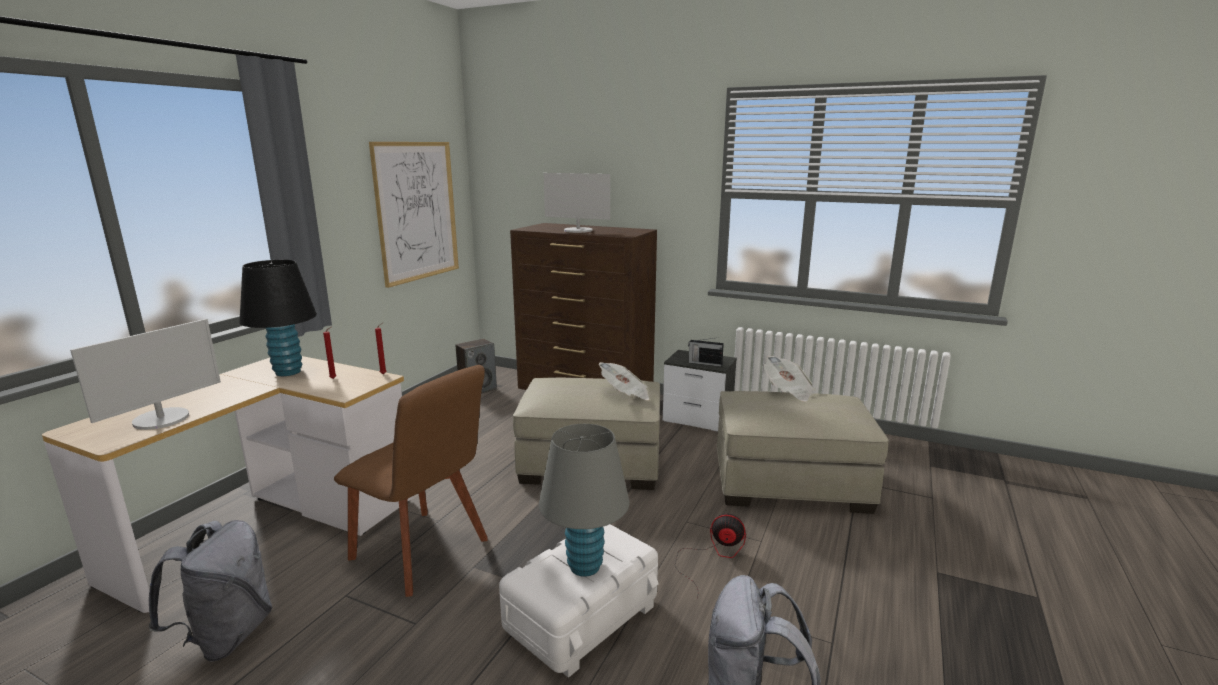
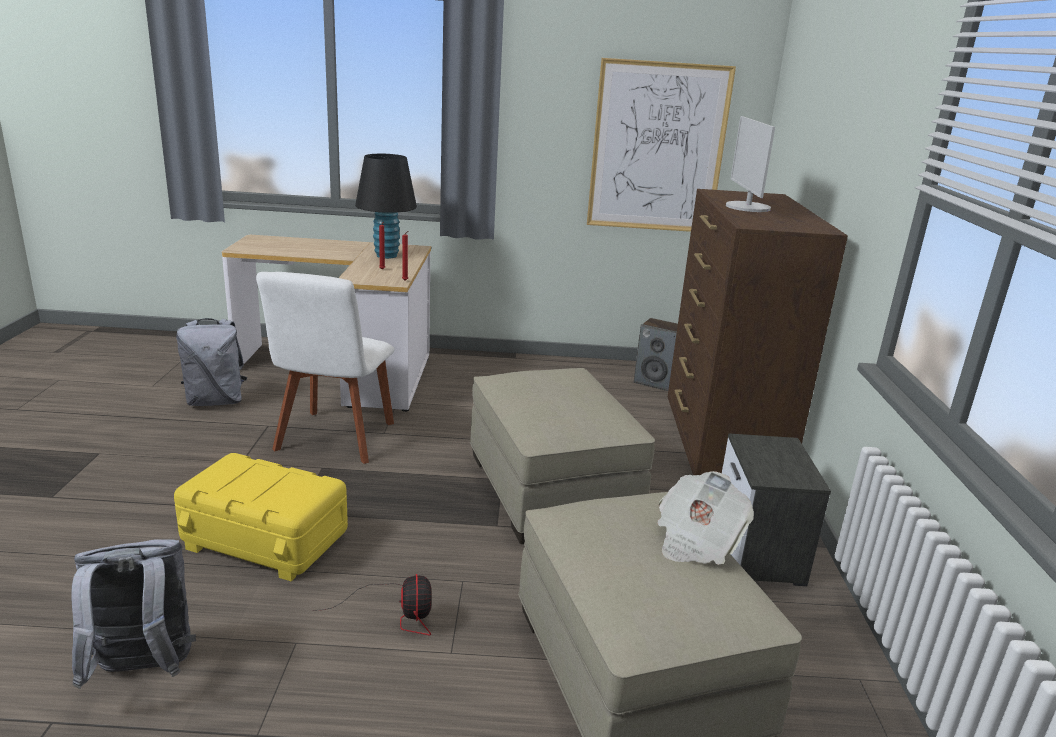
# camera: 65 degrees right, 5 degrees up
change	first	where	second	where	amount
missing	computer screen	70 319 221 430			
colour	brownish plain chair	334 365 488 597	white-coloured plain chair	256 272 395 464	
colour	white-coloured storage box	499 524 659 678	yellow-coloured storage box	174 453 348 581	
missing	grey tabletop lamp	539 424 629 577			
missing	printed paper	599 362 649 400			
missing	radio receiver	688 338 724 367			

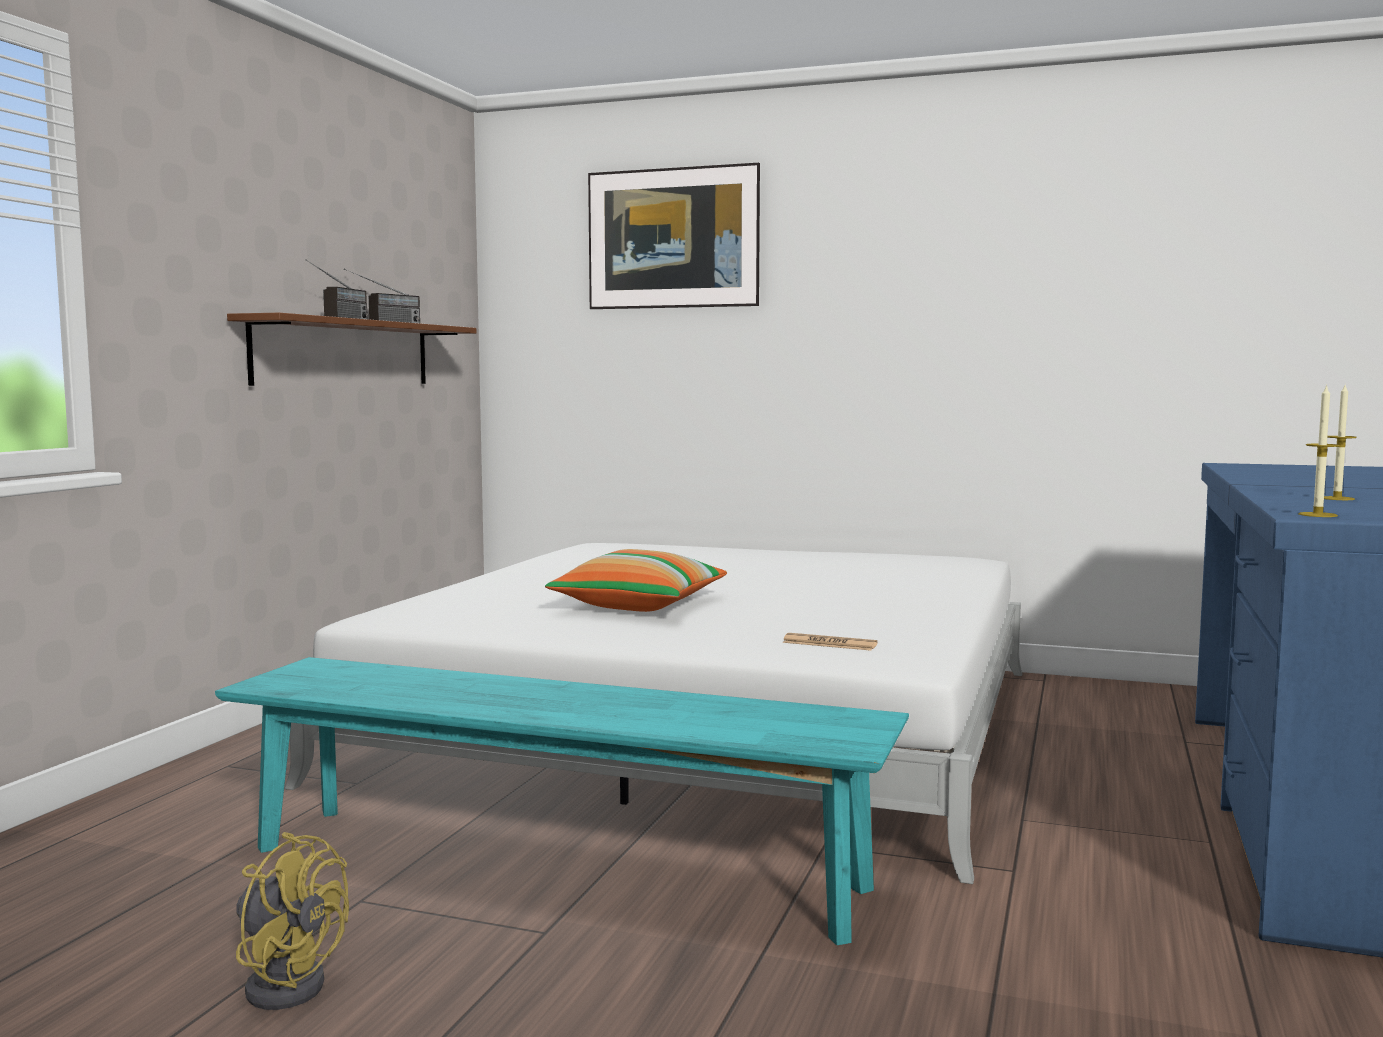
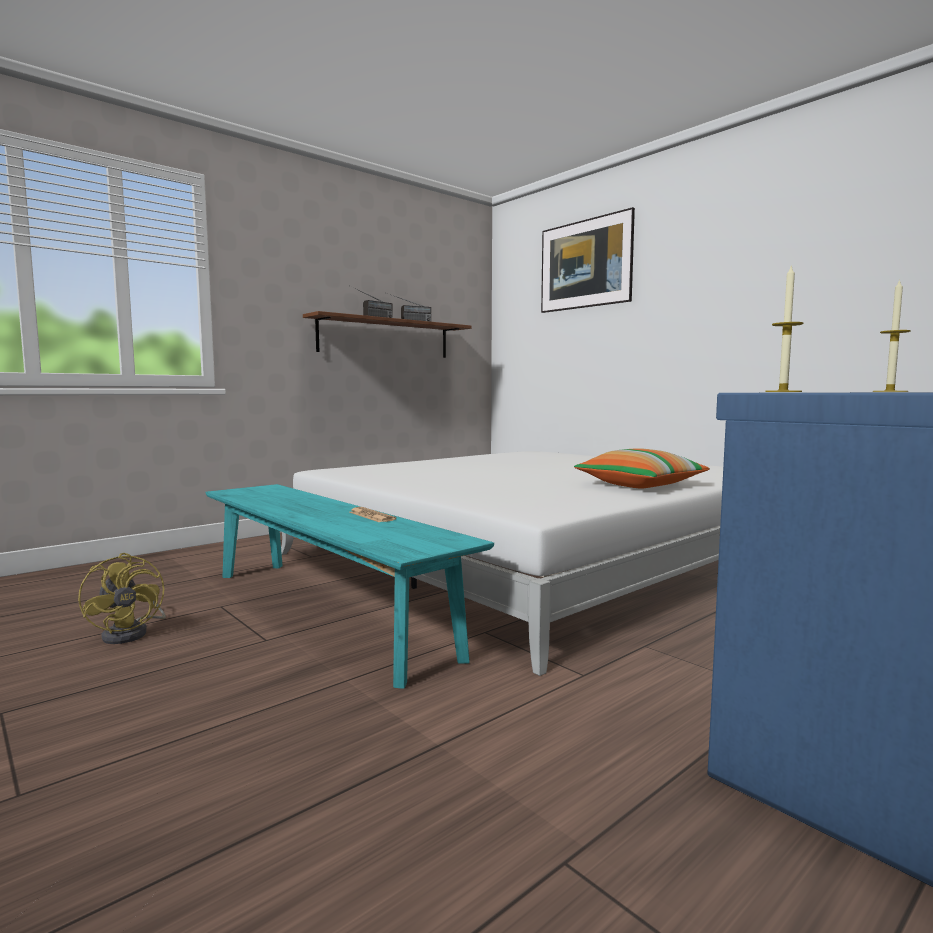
# camera: 30 degrees right, 0 degrees up
change	first	where	second	where	amount
relocated	throw pillow	545 549 727 612		574 448 710 488	
relocated	printed paper	782 633 878 651		349 507 396 522	

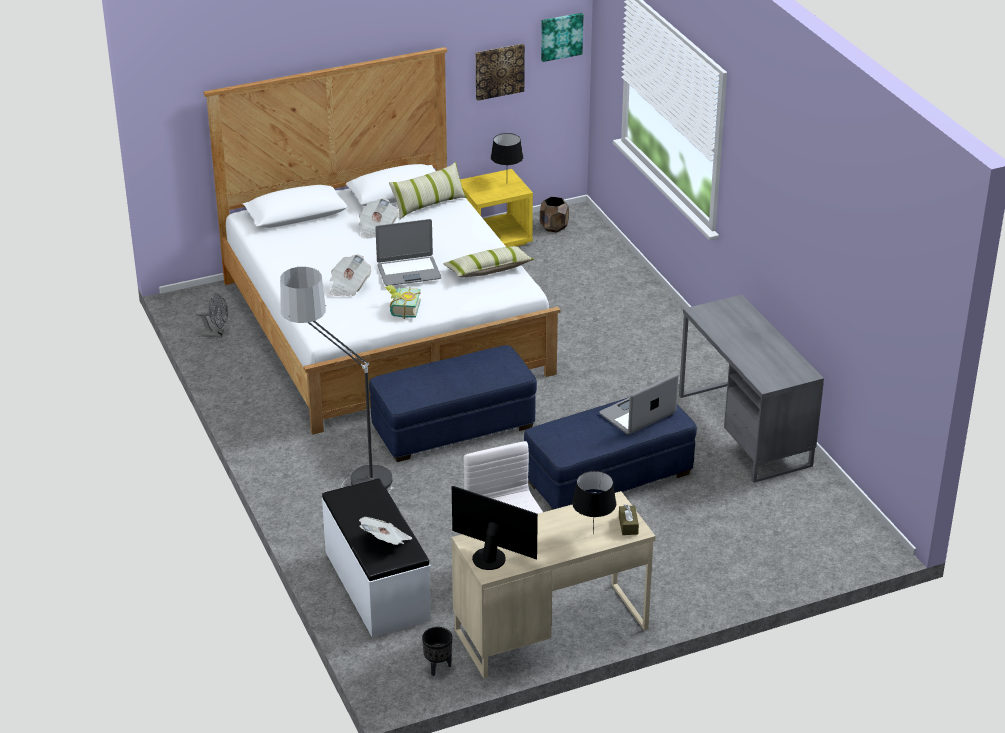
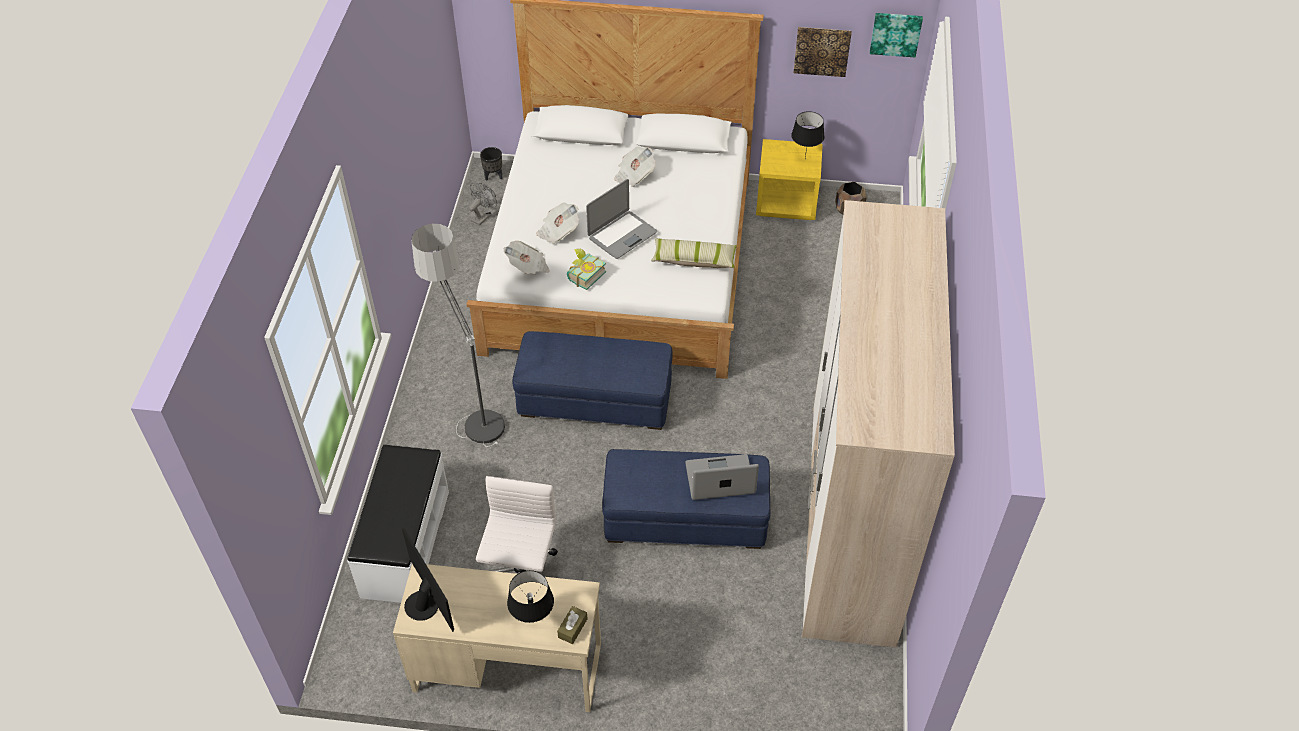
# camera: 30 degrees right, 15 degrees up
change	first	where	second	where	amount
spun	grey cooling fan	195 293 228 337		469 183 497 226	90 degrees counterclockwise
relocated	printed paper	359 517 412 545		503 241 550 275	
spun	laptop	375 219 442 286		586 179 657 259	60 degrees counterclockwise
missing	throw pillow	389 162 467 219			
relocated	black flower pot	422 627 452 676		480 147 502 181	
exchanged	grey desk table	679 295 824 483	armoire	802 200 955 648	

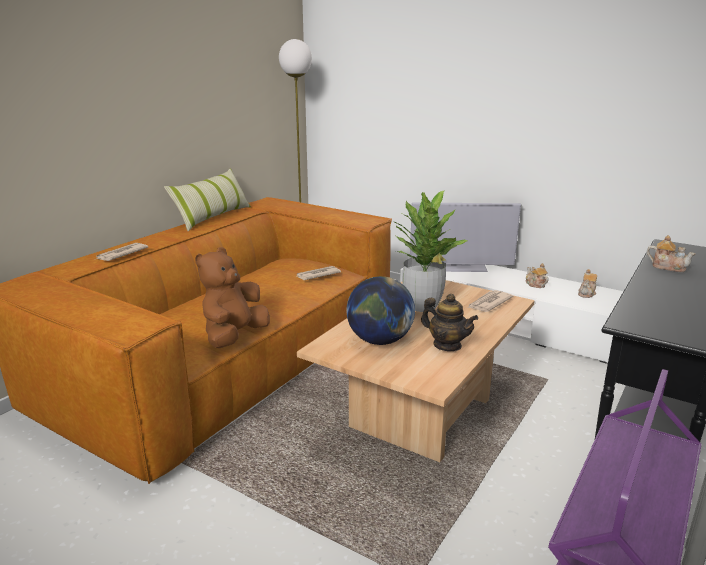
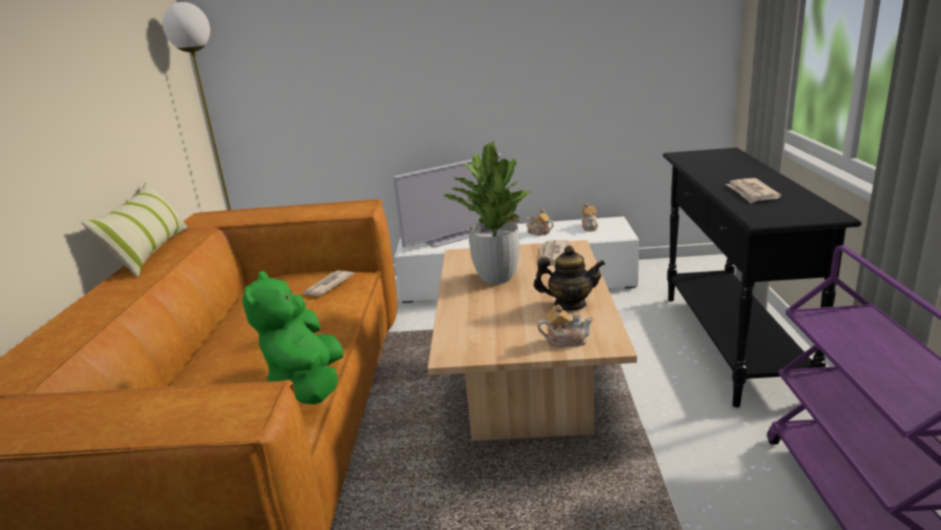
# camera: 30 degrees left, 0 degrees up
change	first	where	second	where	amount
relocated	printed paper	96 243 148 261		726 178 781 203	
colour	brownish plush toy	195 247 270 348	greenish plush toy	242 271 344 404	
missing	globe	346 276 415 345			
relocated	tea pot	647 235 695 272		537 305 593 347	

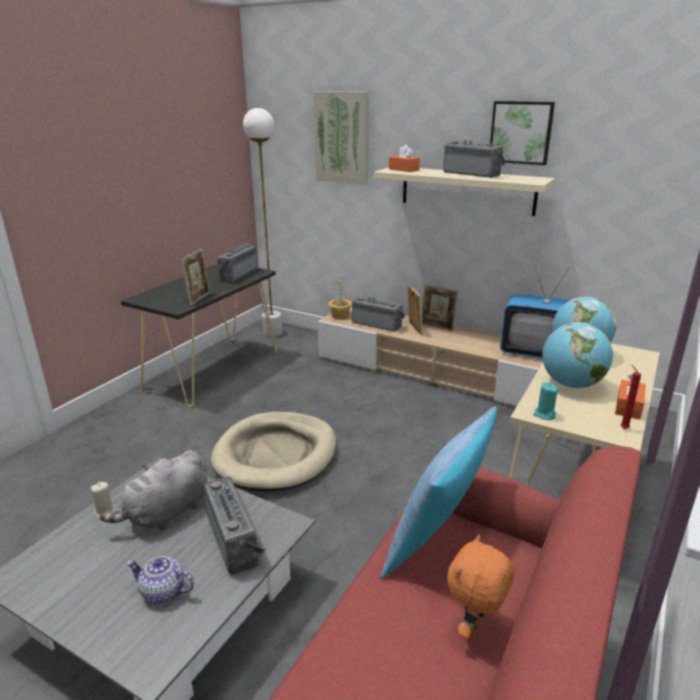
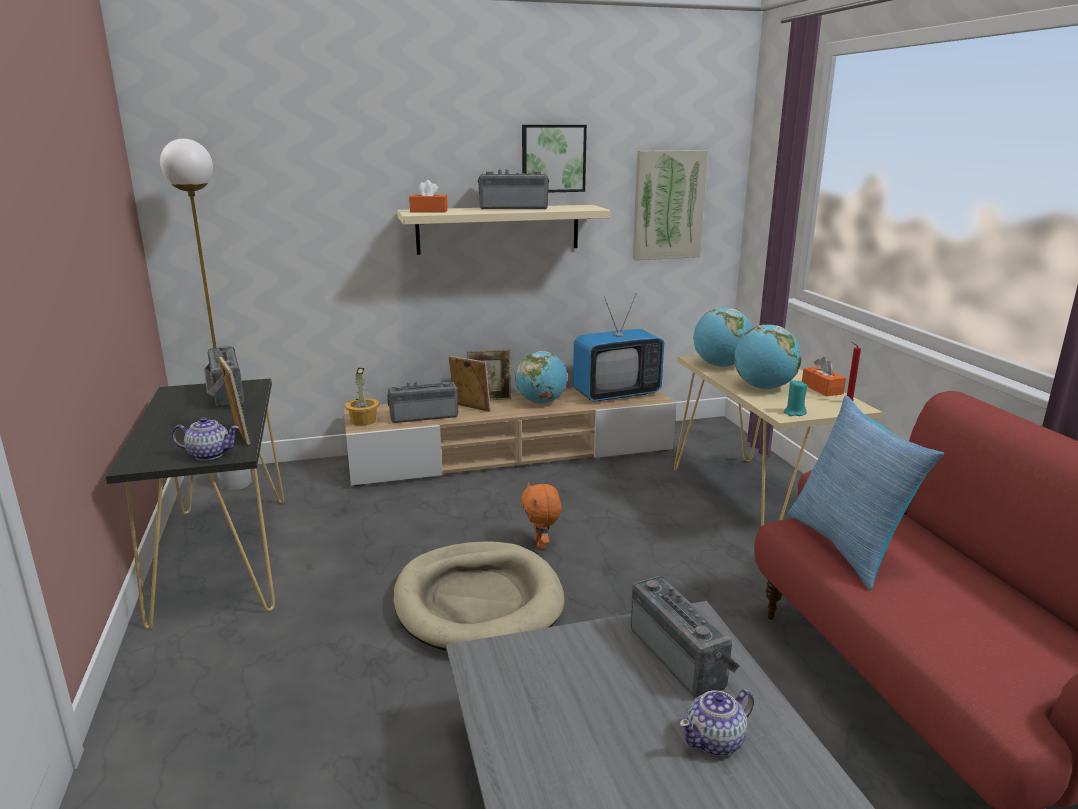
# camera: 45 degrees left, 5 degrees down
change	first	where	second	where	amount
missing	beige-coloured wax candle	91 482 118 518			
missing	grey plush toy	100 450 207 530			
spun	radio receiver	203 477 266 575		630 576 740 698	45 degrees clockwise
relocated	wall art	313 91 369 185		633 150 708 260	
relocated	orangey plush toy	447 534 515 639		521 483 562 549	
appeared			tea pot	172 417 239 461	
appeared			globe	515 351 567 404	

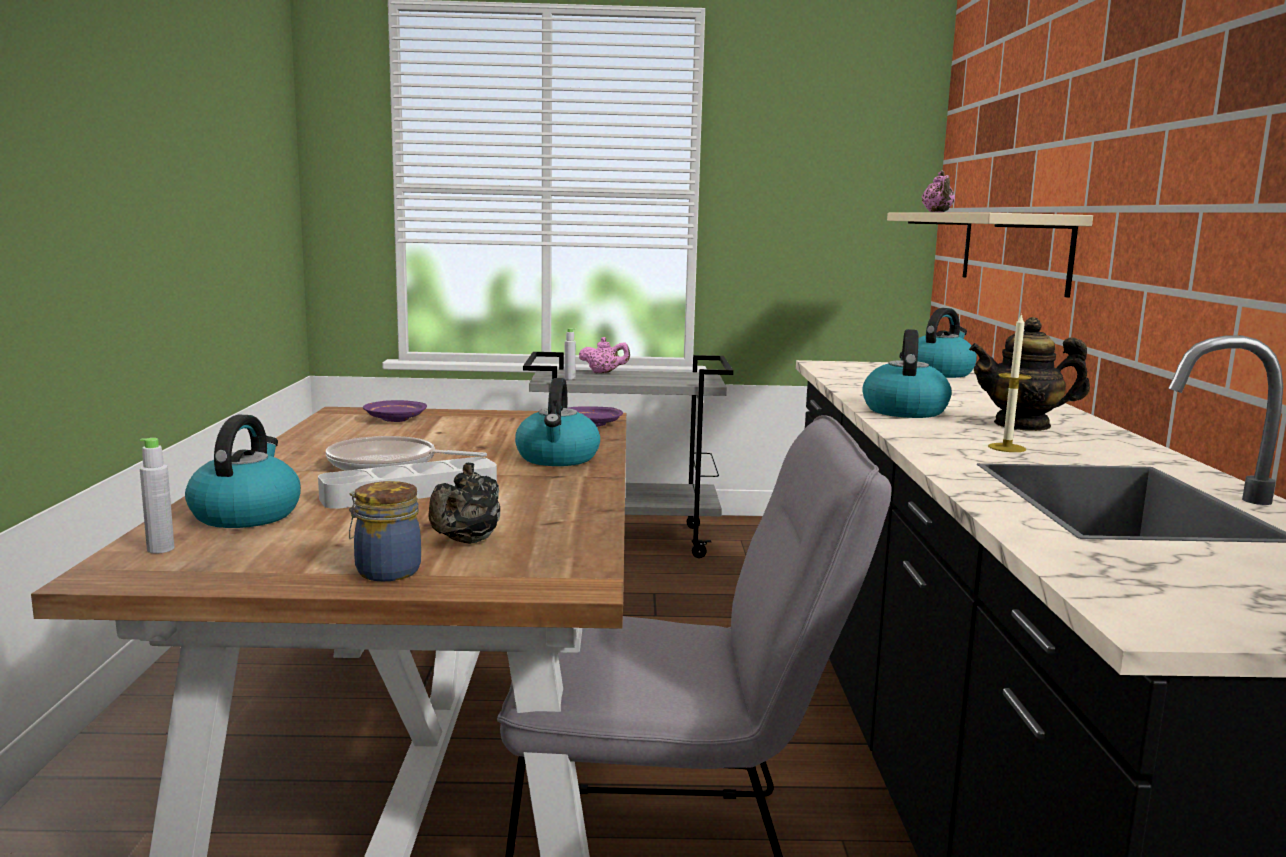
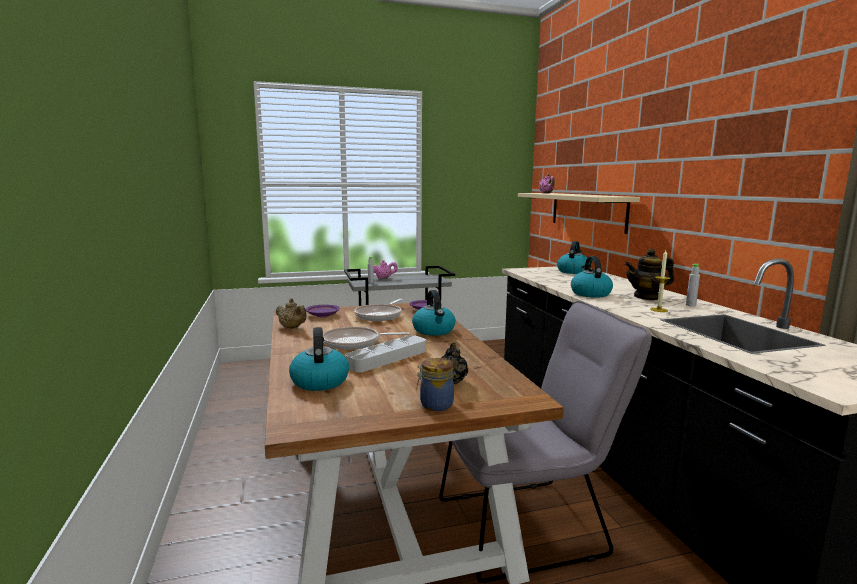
# camera: 15 degrees left, 0 degrees up
change	first	where	second	where	amount
relocated	grey bottle	140 438 174 553		686 264 700 307	
appeared			beige-coloured tea pot	276 298 307 329	
appeared			pan	354 299 403 321	

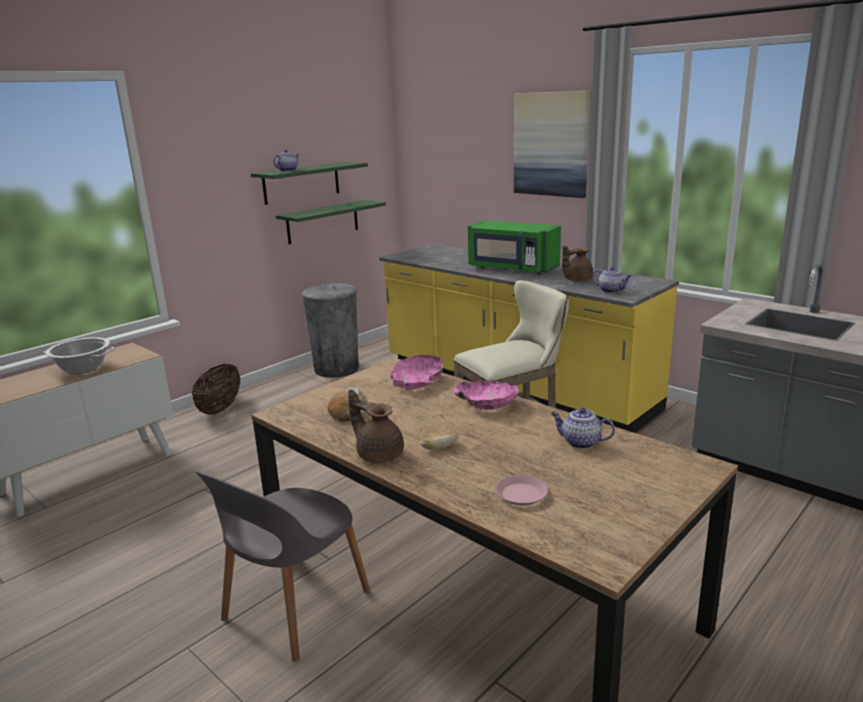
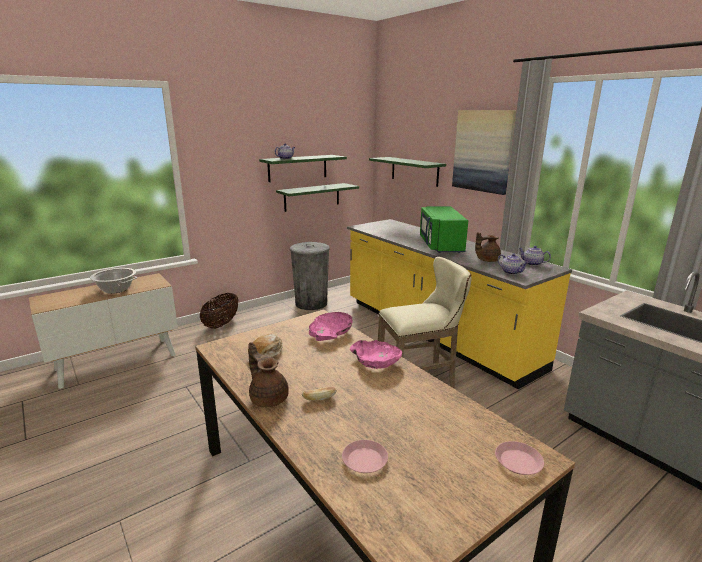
# camera: 10 degrees right, 0 degrees up
change	first	where	second	where	amount
missing	grey plain chair	194 471 370 661			
spun	greenish kitchen microwave	468 220 561 274		420 206 468 253	45 degrees clockwise
relocated	tea pot	551 408 615 449		519 246 551 266	
appeared			greenish shelf	369 157 446 187	
appeared			pinkish plate	495 441 544 475	

